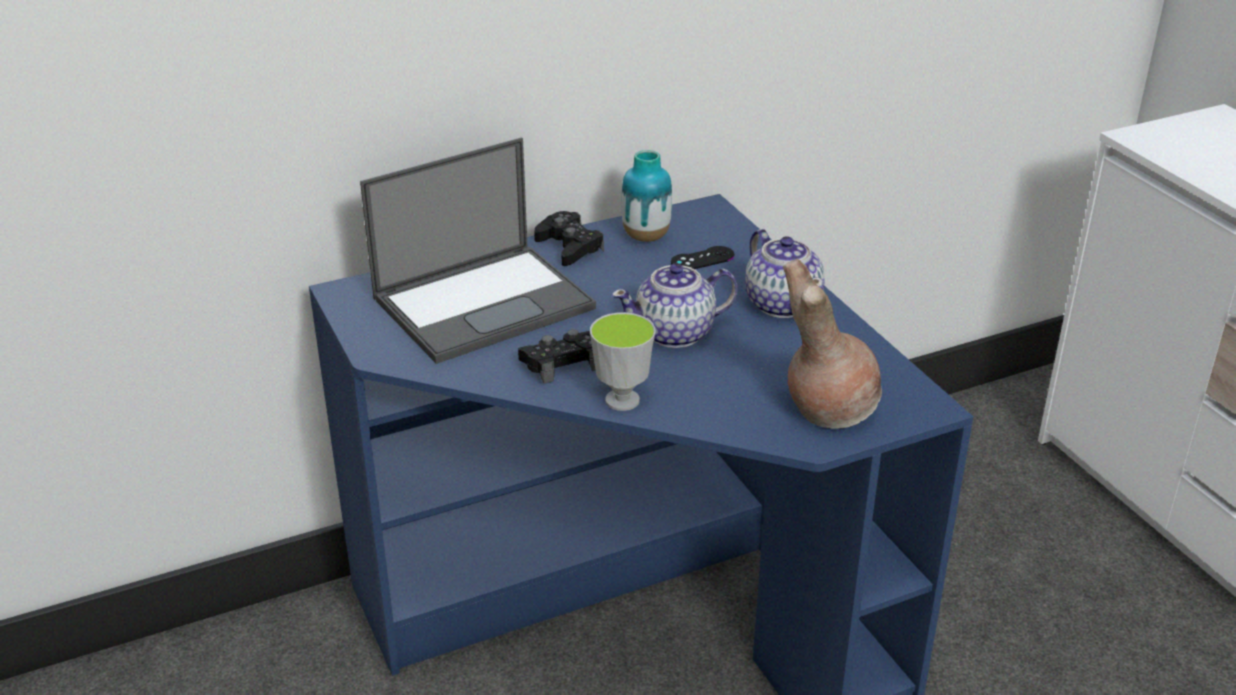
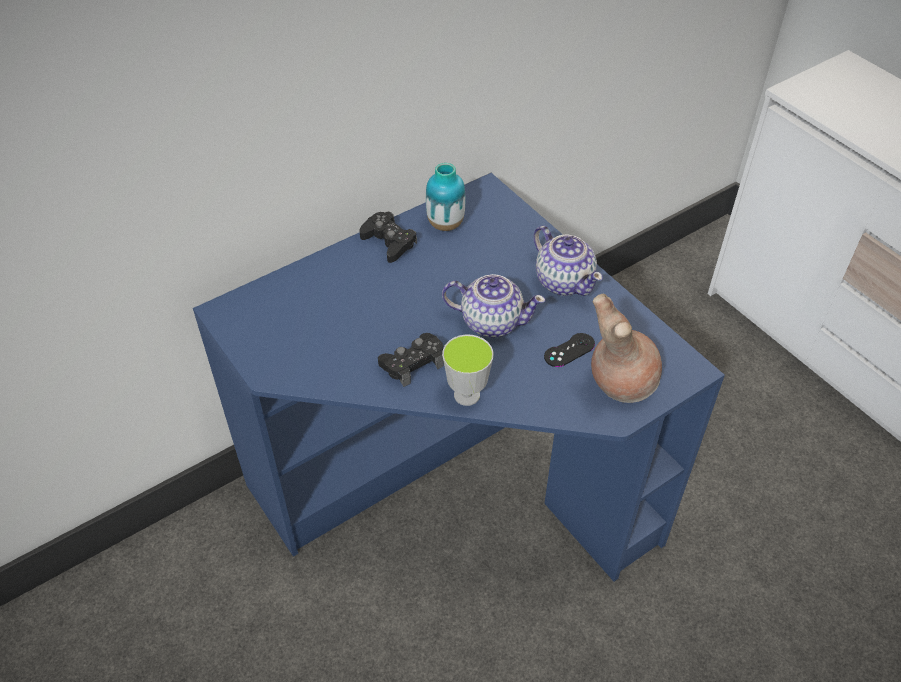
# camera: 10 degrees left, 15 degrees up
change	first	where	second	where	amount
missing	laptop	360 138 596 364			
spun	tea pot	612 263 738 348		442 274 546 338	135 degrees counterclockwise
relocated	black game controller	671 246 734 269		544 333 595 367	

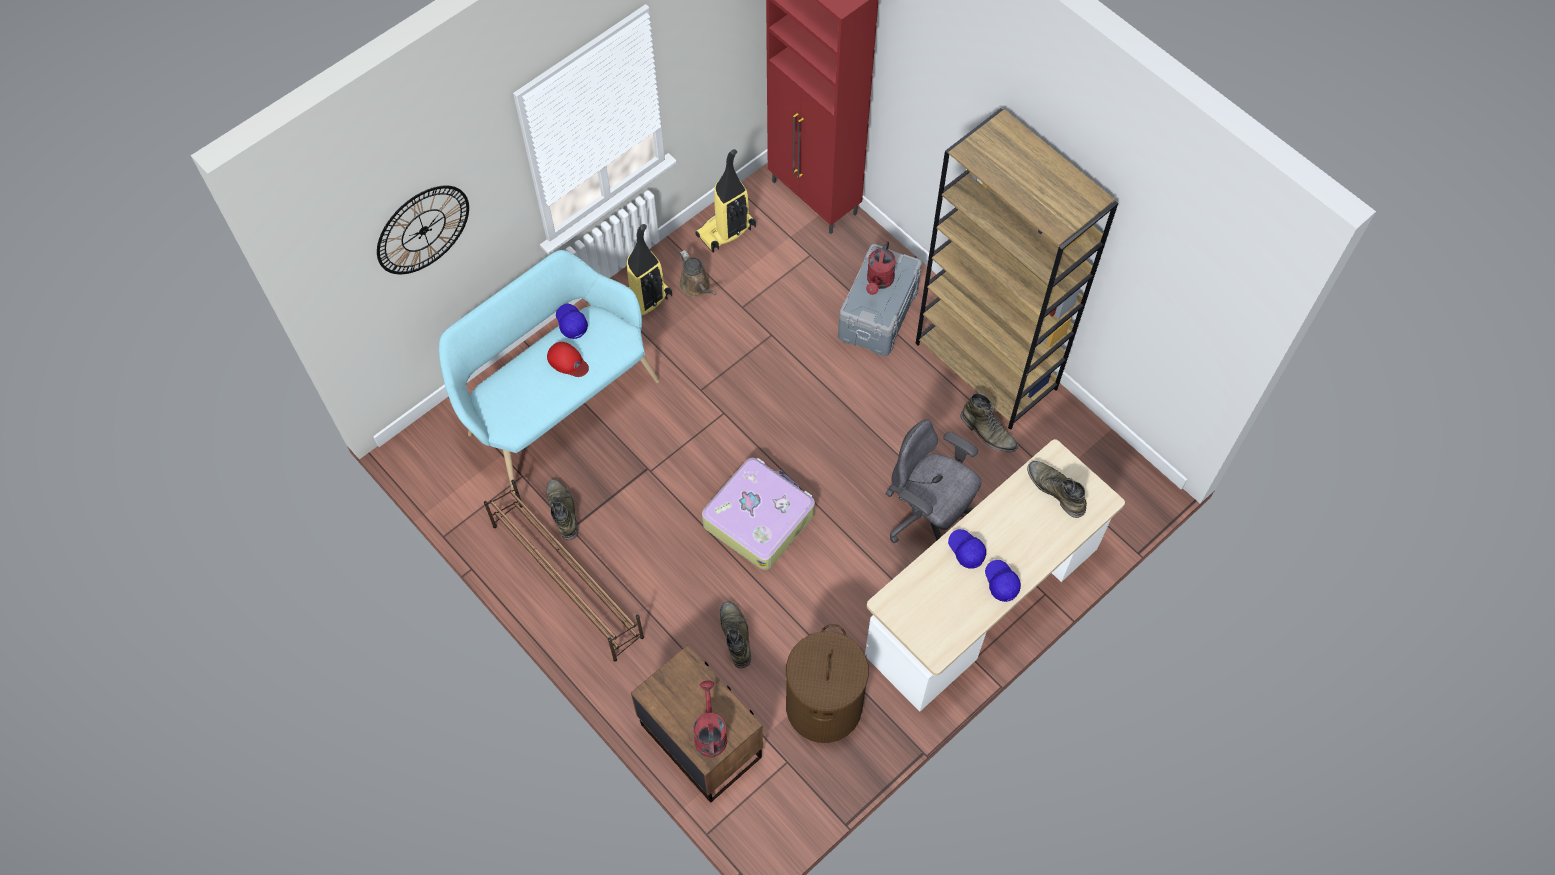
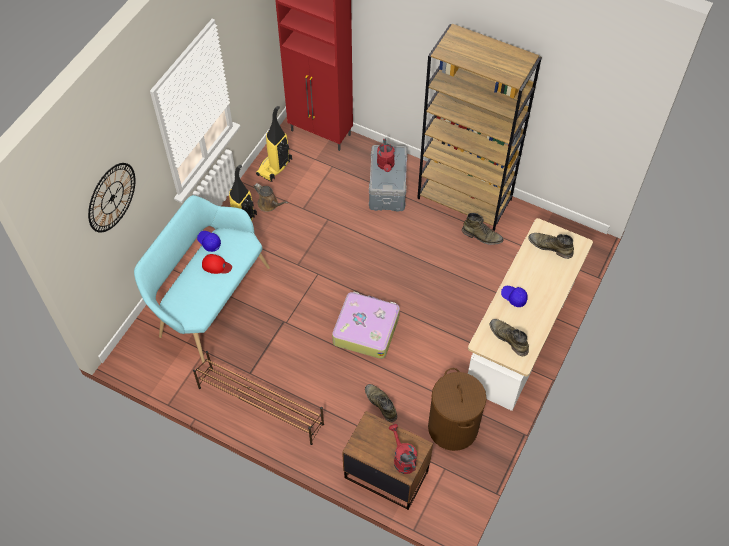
# camera: 20 degrees left, 5 degrees down
change	first	where	second	where	amount
relocated	greenish boot	546 479 578 540		489 319 529 356	
missing	grey computer chair	885 420 982 543			
missing	blue cap	985 560 1021 602			

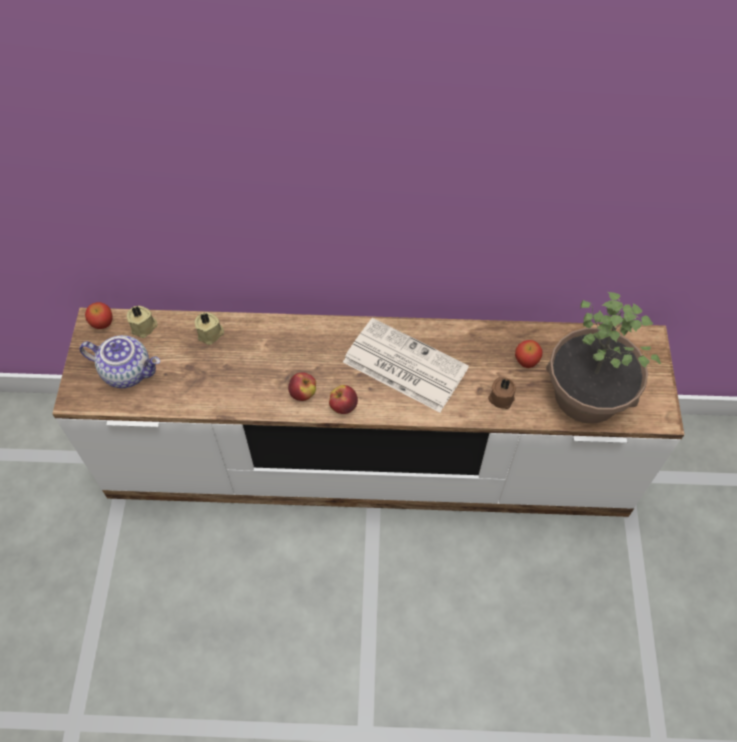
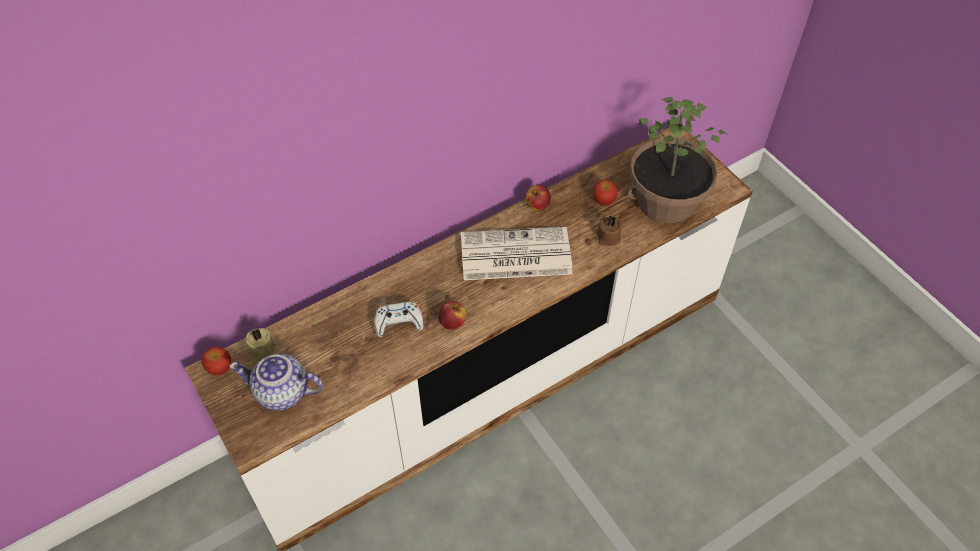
# camera: 35 degrees left, 5 degrees down
change	first	where	second	where	amount
spun	tea pot	79 335 160 388		229 354 323 411	150 degrees counterclockwise
missing	beige-coloured wax candle	194 312 224 345			
relocated	apple	329 385 358 414		526 185 551 211	
appeared			white-coloured game controller	374 302 423 337	

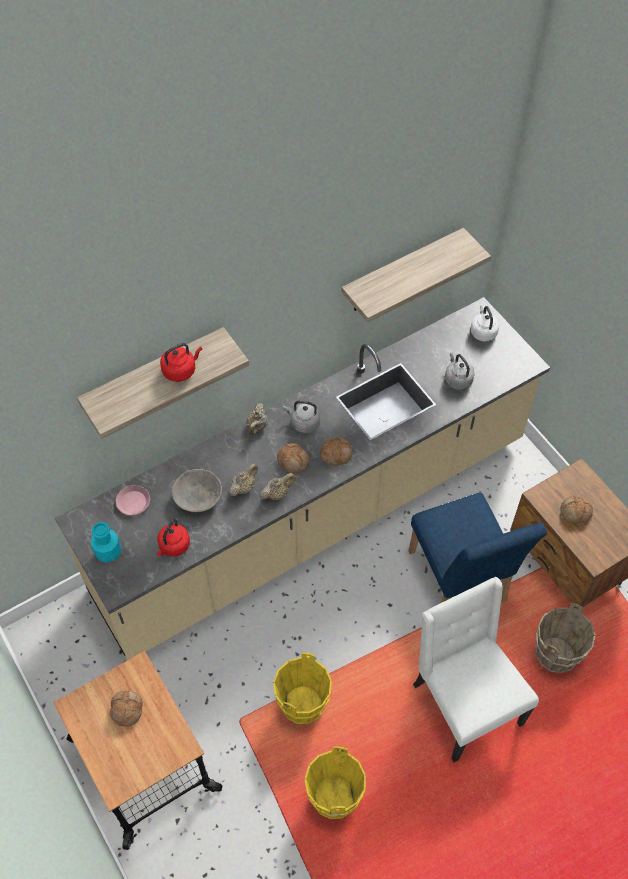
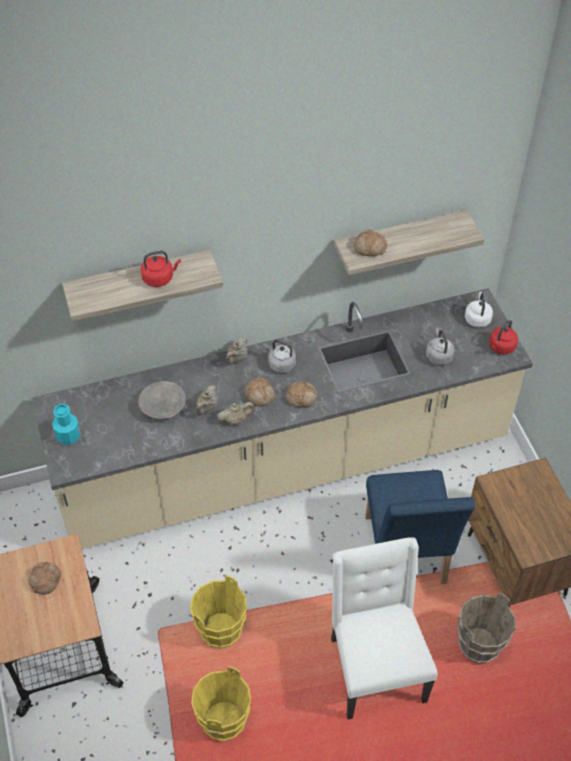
# camera: 15 degrees right, 5 degrees down
change	first	where	second	where	amount
missing	pinkish plate	116 485 150 515			
relocated	reddish kettle	156 519 190 557		489 320 518 354	
spun	beige-coloured tea pot	229 463 258 496		196 385 218 415	150 degrees clockwise
relocated	baked bread	560 496 593 524		354 229 387 256	

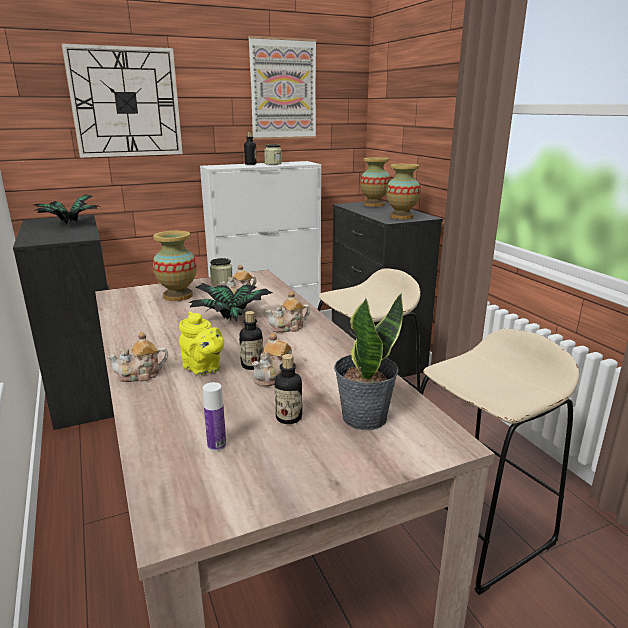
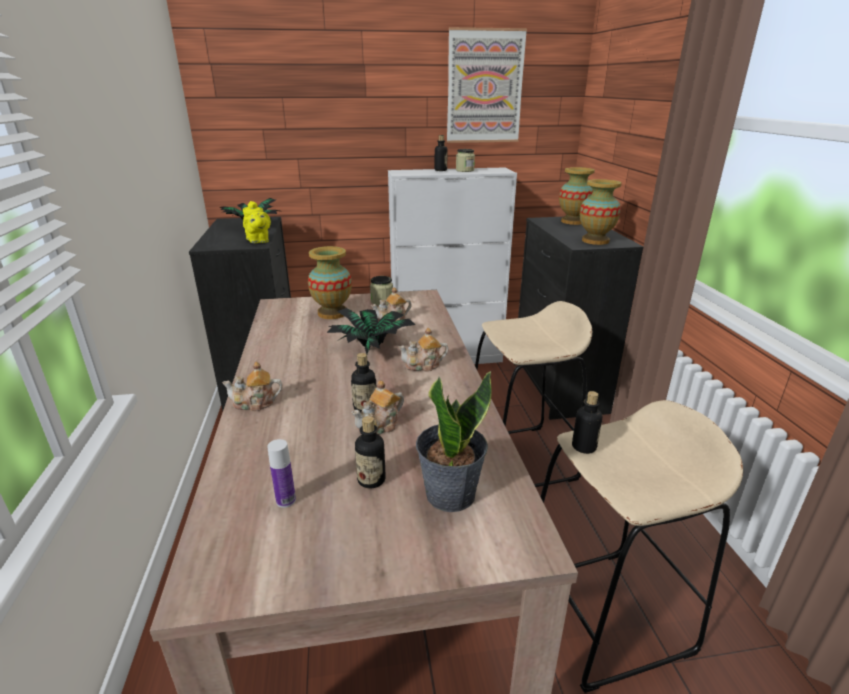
# camera: 15 degrees right, 5 degrees up
change	first	where	second	where	amount
missing	clock on the wall	62 44 183 158			
relocated	yellow-coloured tea pot	179 311 224 375		243 201 271 243	
appeared			bottle	572 391 602 454	

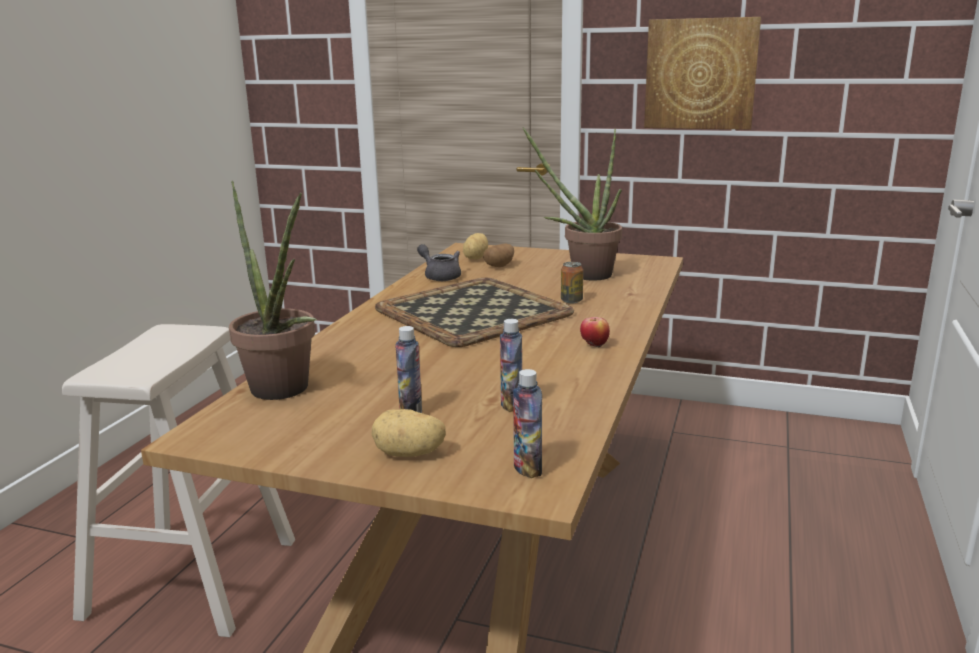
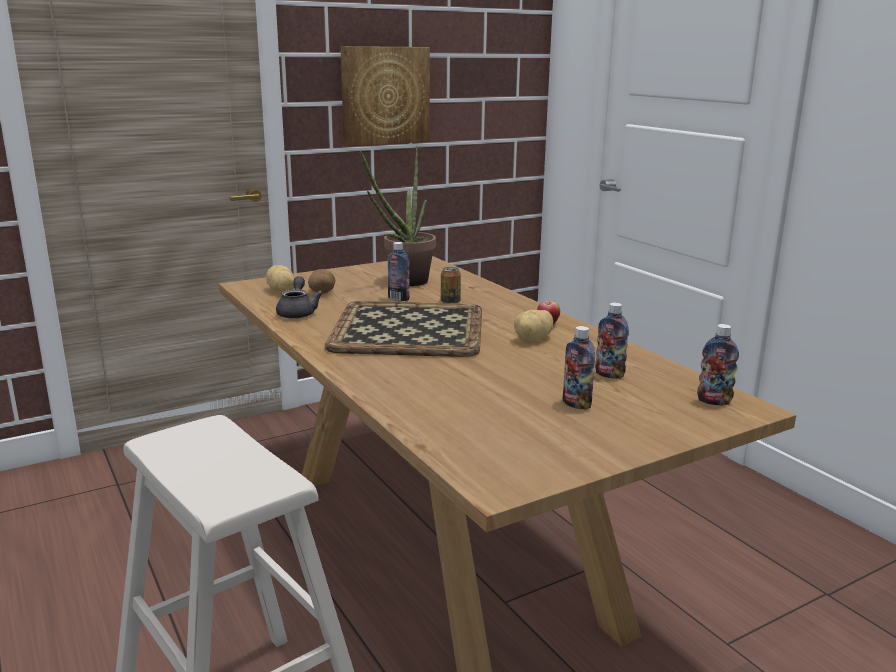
# camera: 50 degrees left, 0 degrees up
change	first	where	second	where	amount
missing	houseplant	229 181 317 400			
relocated	whole potato	371 409 446 457		514 310 553 341	
spun	grey tea pot	417 244 461 281		276 276 323 319	90 degrees clockwise
appeared			bottle	388 242 410 301	

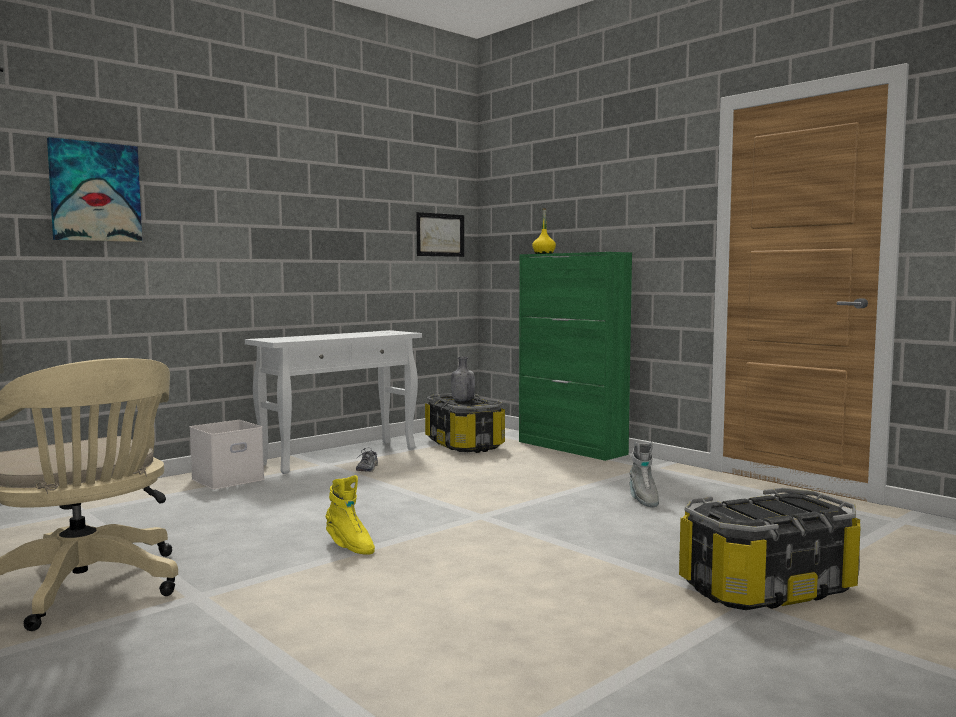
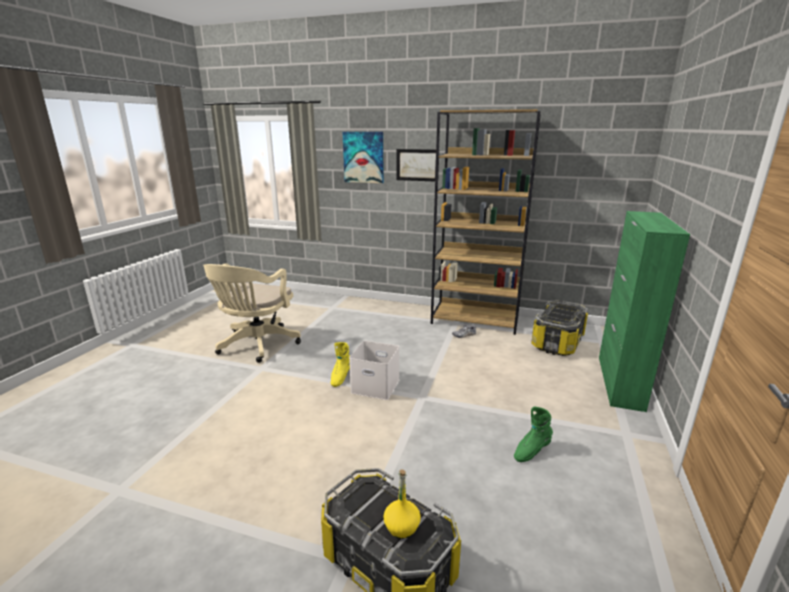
# camera: 60 degrees right, 15 degrees up
change	first	where	second	where	amount
relocated	white-coloured storage box	189 420 265 490		349 340 399 400	
exchanged	white-coloured narrow table	245 330 422 474	brownish bookcase	431 109 541 335	
relocated	wall art	416 212 464 257		397 149 439 181	
missing	grey bottle	451 357 475 402			
relocated	yellow-coloured bottle	532 208 556 254		383 470 421 539	
colour	grey boot	629 441 659 507	greenish boot	514 407 553 462	

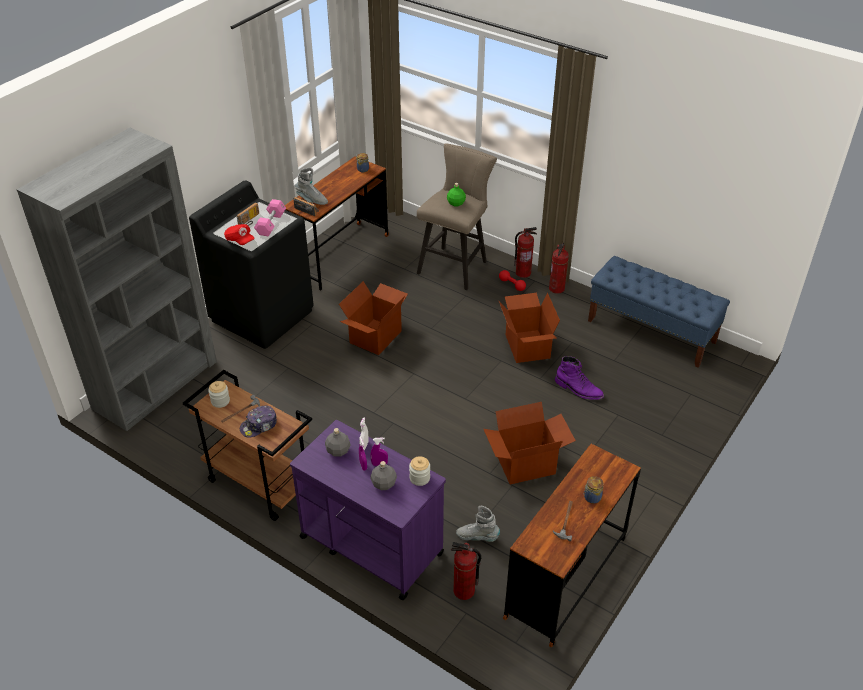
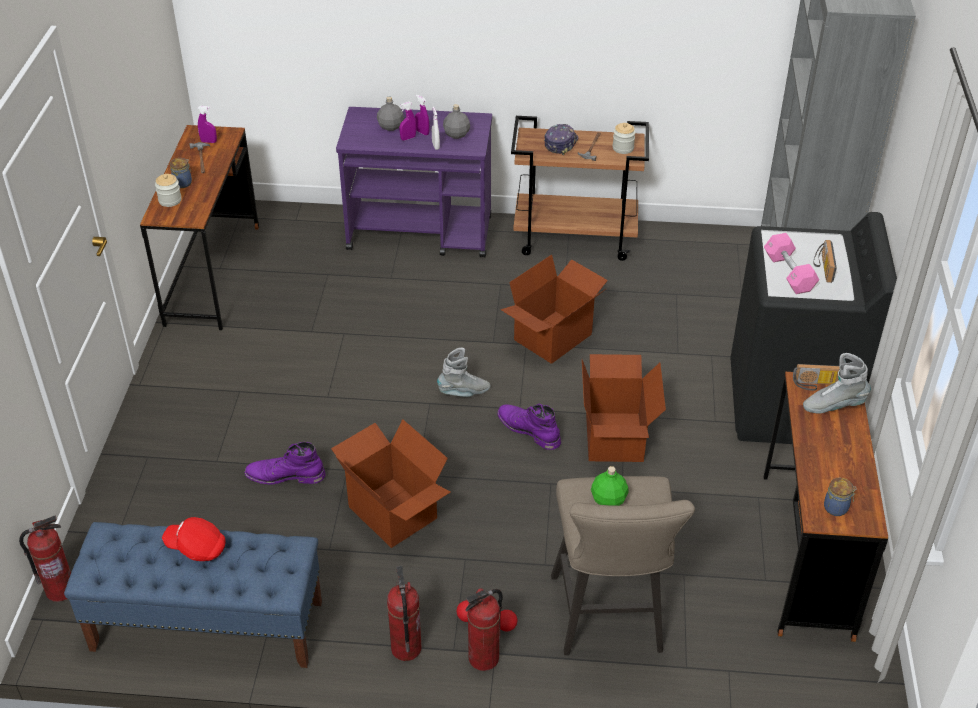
# camera: 150 degrees right, 0 degrees up
change	first	where	second	where	amount
relocated	reddish cap	224 224 254 245		162 517 225 561	
relocated	jar	409 456 430 486		155 174 182 207	
relocated	fire extinguisher	451 542 481 600		19 516 71 602	
relocated	grey boot	456 506 500 542		437 348 491 397	
relocated	cardboard box	484 402 576 485		500 254 608 364	
appeared			purplish spray bottle	198 106 217 143	
appeared			purplish boot	497 404 561 450	

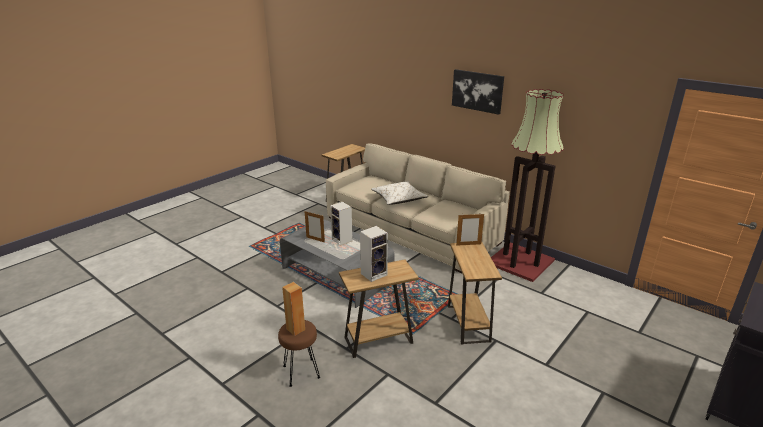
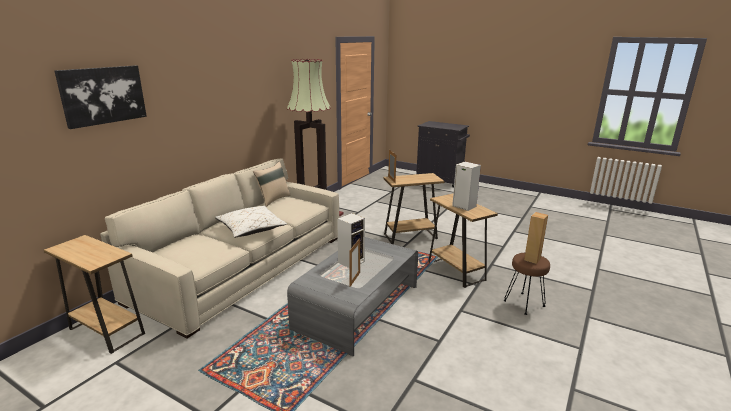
# camera: 100 degrees left, 5 degrees down
change	first	where	second	where	amount
relocated	wall art	452 69 504 115		55 65 147 129	
appeared			beige-coloured throw pillow	253 162 291 207	

